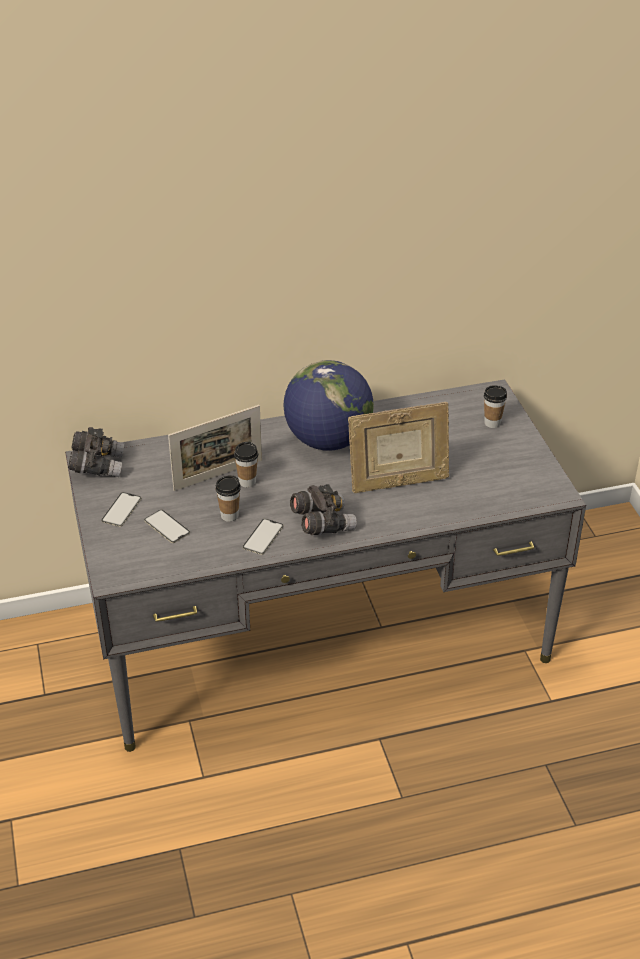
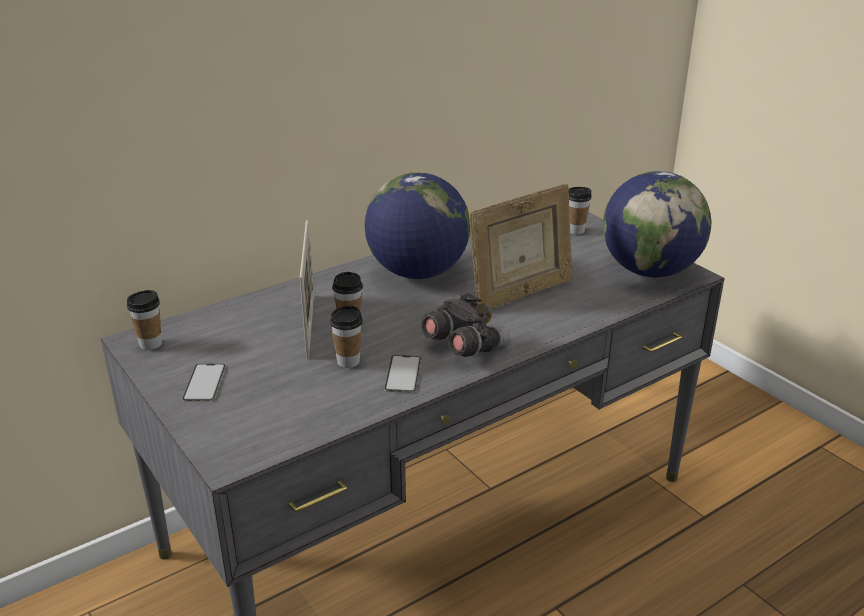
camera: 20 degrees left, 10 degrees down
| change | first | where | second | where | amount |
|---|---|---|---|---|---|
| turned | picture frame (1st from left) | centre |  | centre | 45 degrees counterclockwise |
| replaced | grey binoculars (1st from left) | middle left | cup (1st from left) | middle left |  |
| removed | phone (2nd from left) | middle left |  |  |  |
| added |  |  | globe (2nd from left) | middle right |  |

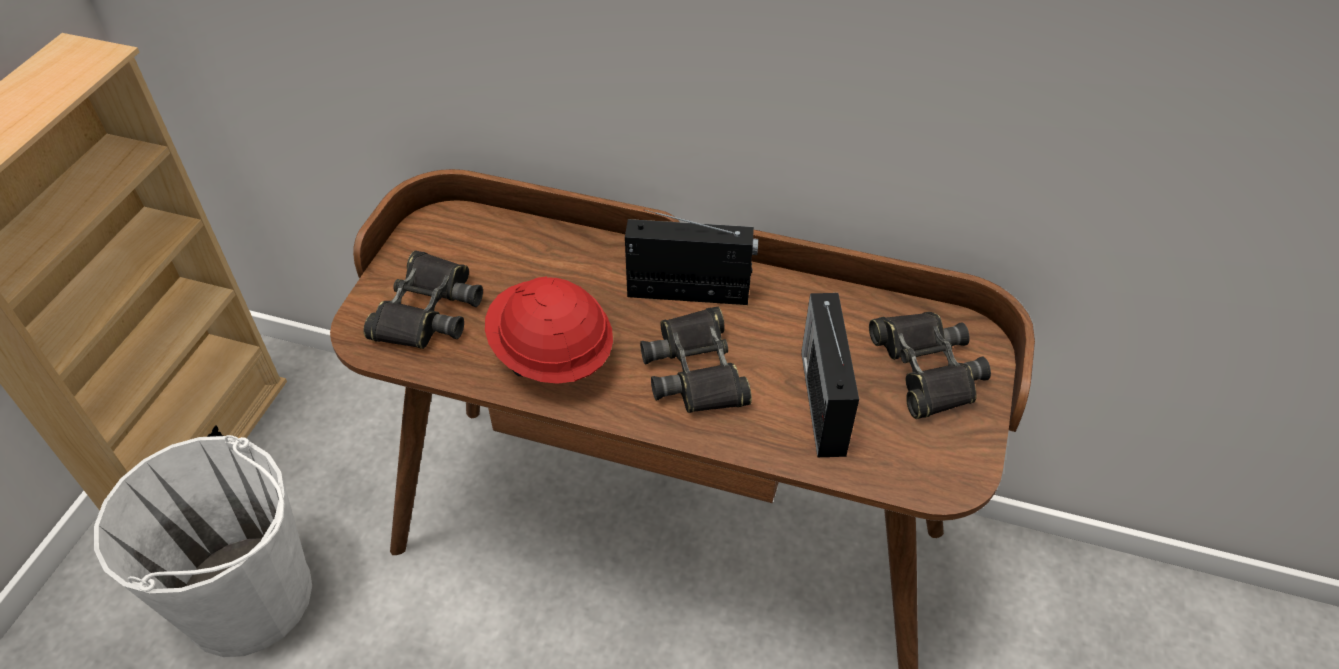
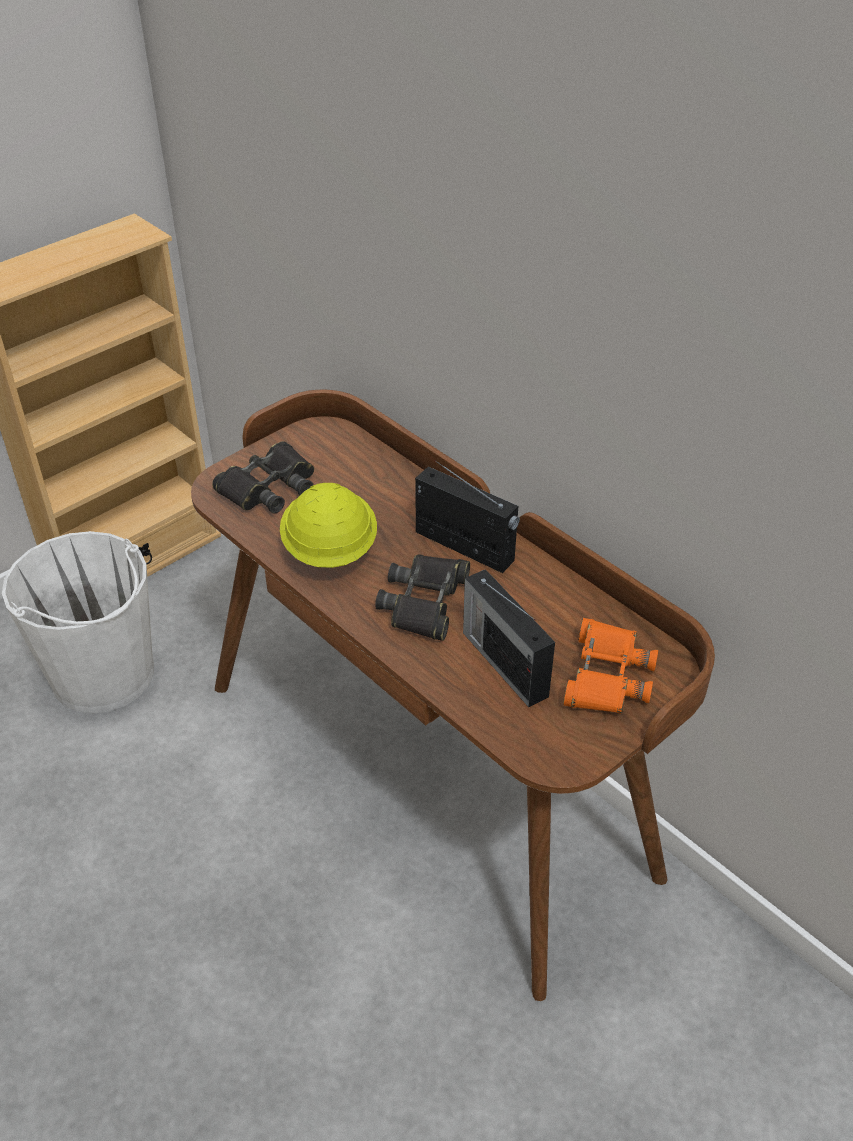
camera: 30 degrees right, 5 degrees down
| change | first | where | second | where | amount |
|---|---|---|---|---|---|
| recoloured | red hard hat | centre | yellow hard hat | centre |  |
| turned | radio (2nd from left) | centre |  | centre | 60 degrees counterclockwise |
| recoloured | black binoculars (3rd from left) | middle right | orange binoculars | middle right |  |

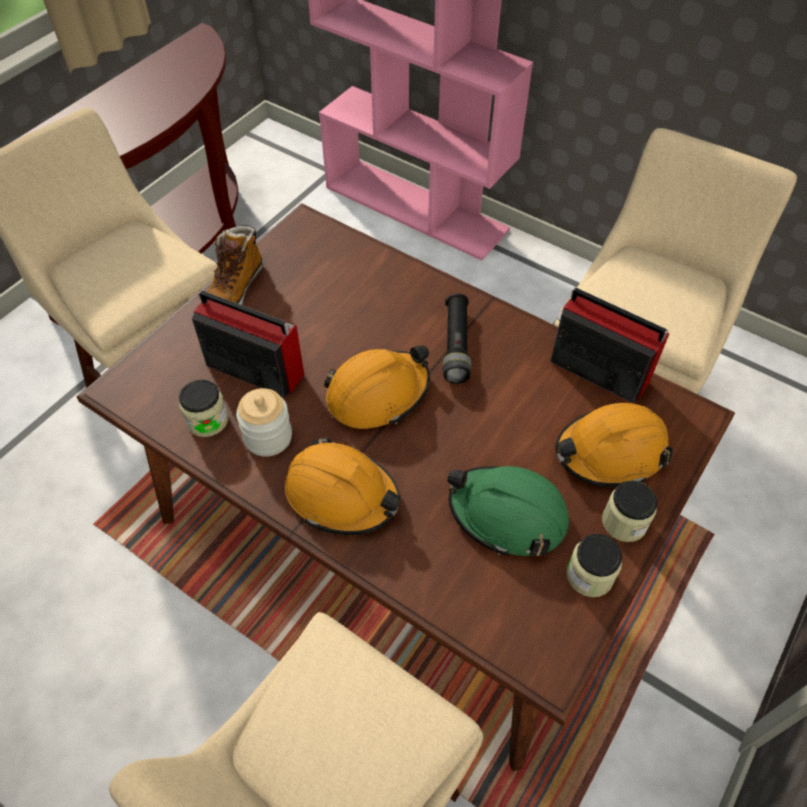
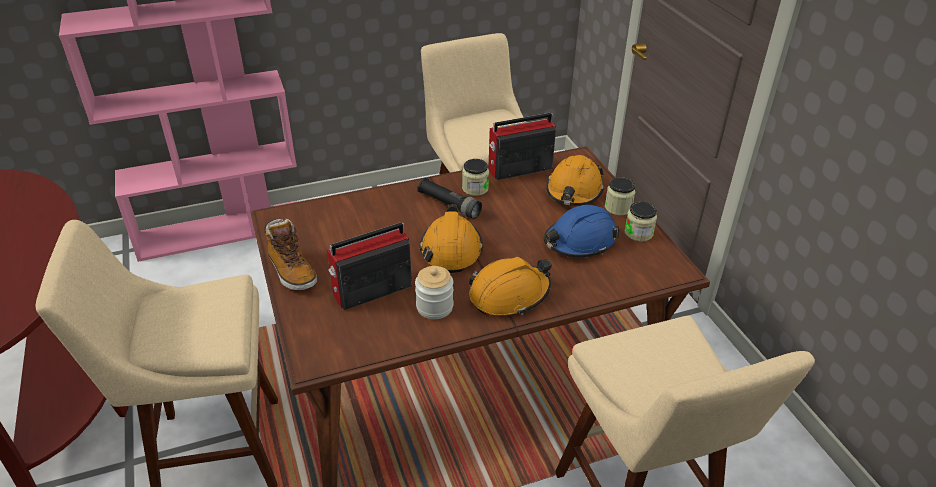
camera: 55 degrees left, 15 degrees down
| change | first | where | second | where | amount |
|---|---|---|---|---|---|
| moved | jar (1st from left in the first image) | middle left | jar (2nd from left) | centre |  |
| recoloured | green hard hat | centre | blue hard hat | centre |  |

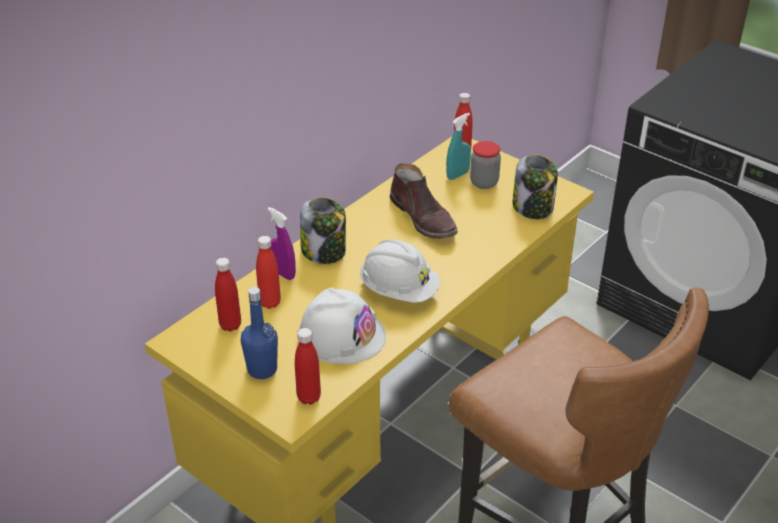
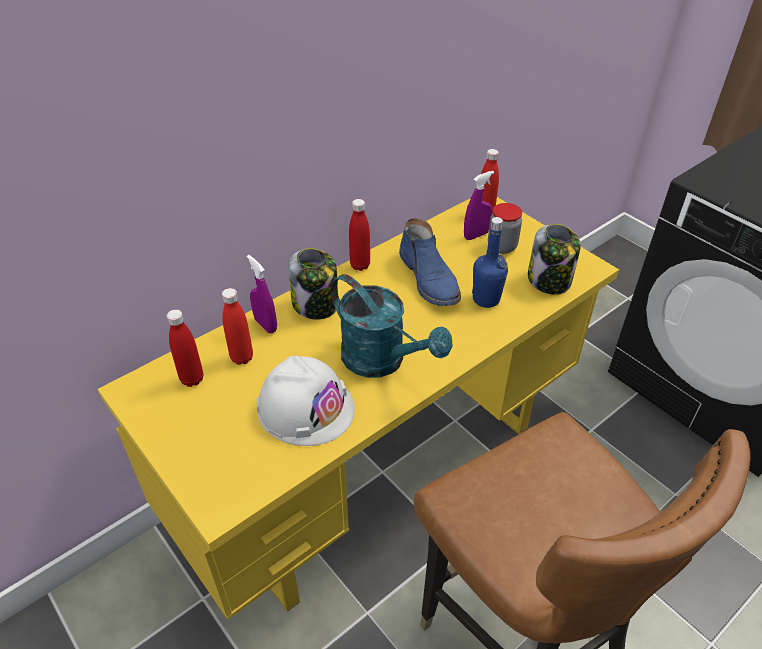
camera: 10 degrees right, 5 degrees up
| change | first | where | second | where | amount |
|---|---|---|---|---|---|
| recoloured | turquoise spray bottle | top centre | purple spray bottle (2nd from left) | top centre |  |
| recoloured | brown boot | centre | blue boot | centre |  |
| replaced | white hard hat (2nd from left) | centre | turquoise watering can | centre |  |
| moved | blue bottle | middle left |  | centre |  |
| moved | red bottle (3rd from left) | bottom centre |  | centre |  |

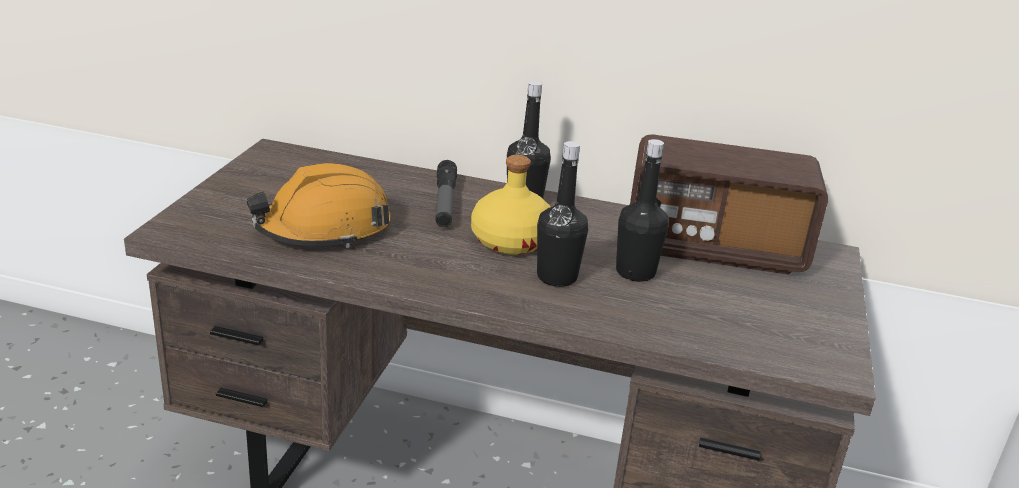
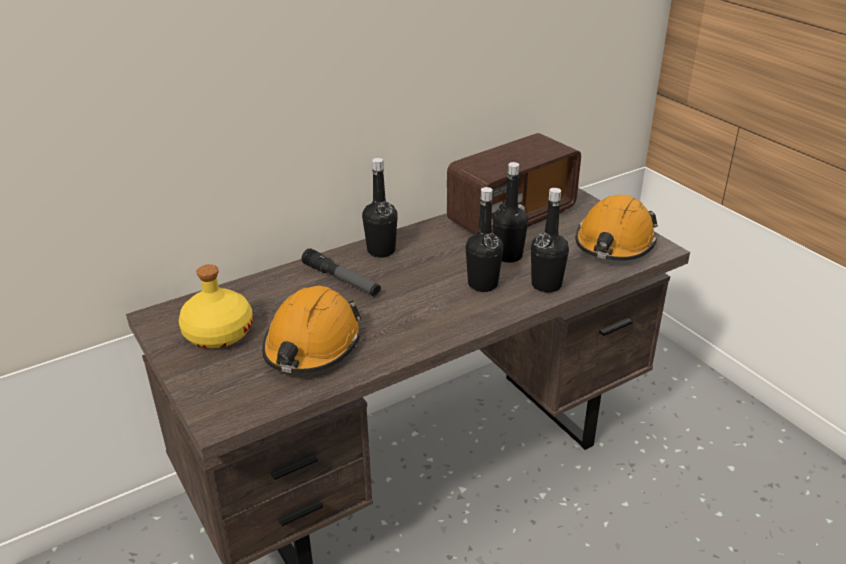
camera: 45 degrees left, 5 degrees up
| change | first | where | second | where | amount |
|---|---|---|---|---|---|
| moved | yellow bottle | centre |  | middle left |  |
| added |  |  | black bottle (4th from left) | centre |  |
| added |  |  | orange hard hat (2nd from left) | middle right |  |

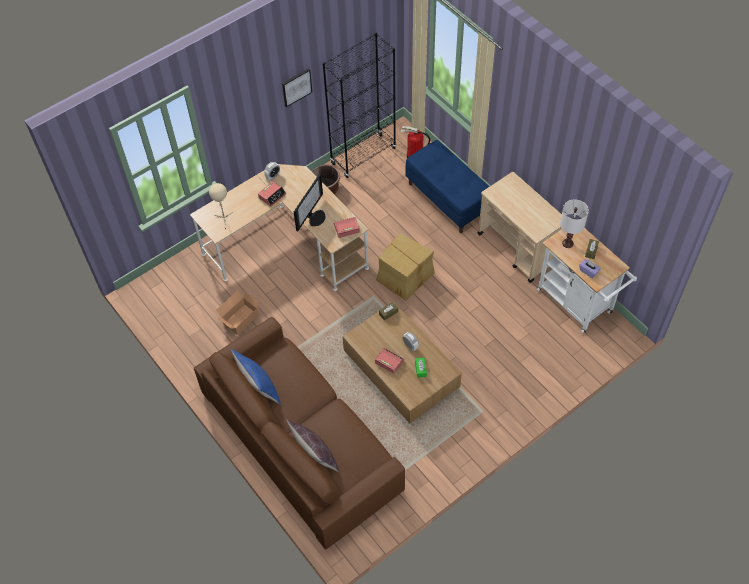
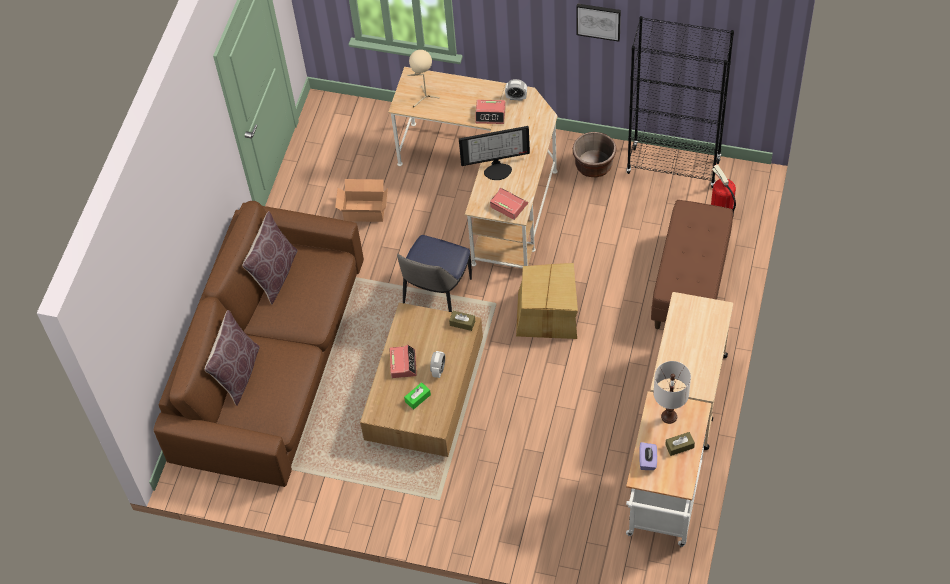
camera: 55 degrees right, 0 degrees up
| change | first | where | second | where | amount |
|---|---|---|---|---|---|
| recoloured | blue bench | top centre | brown bench | middle right |  |
| recoloured | blue pillow | centre | brown pillow (2nd from left) | middle left |  |
| added |  |  | chair | centre |  |

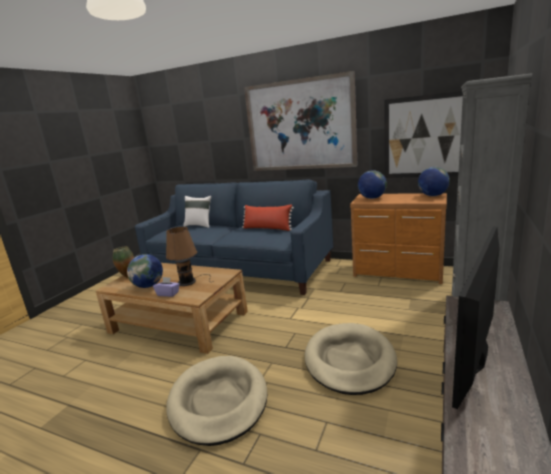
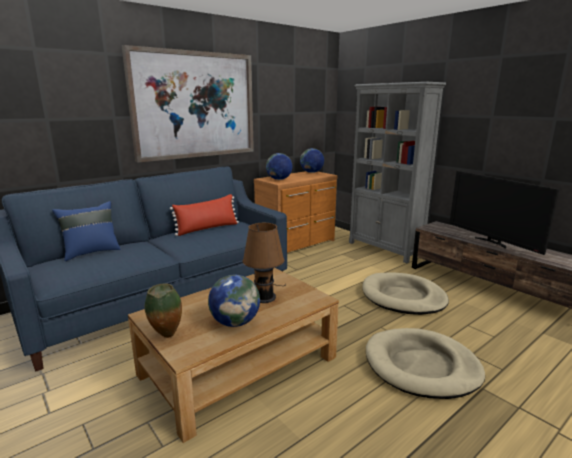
camera: 65 degrees left, 0 degrees up
| change | first | where | second | where | amount |
|---|---|---|---|---|---|
| removed | picture (2nd from left) | top right |  |  |  |
| recoloured | white pillow | centre | blue pillow | middle left |  |
| removed | purple tissue box | middle left |  |  |  |

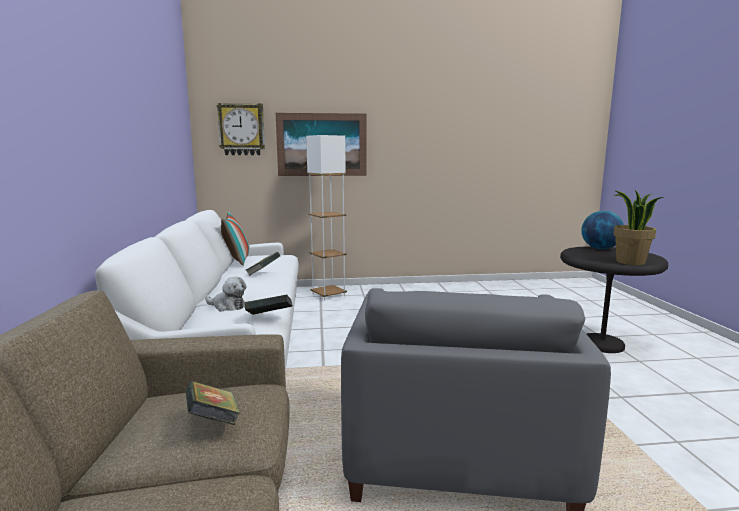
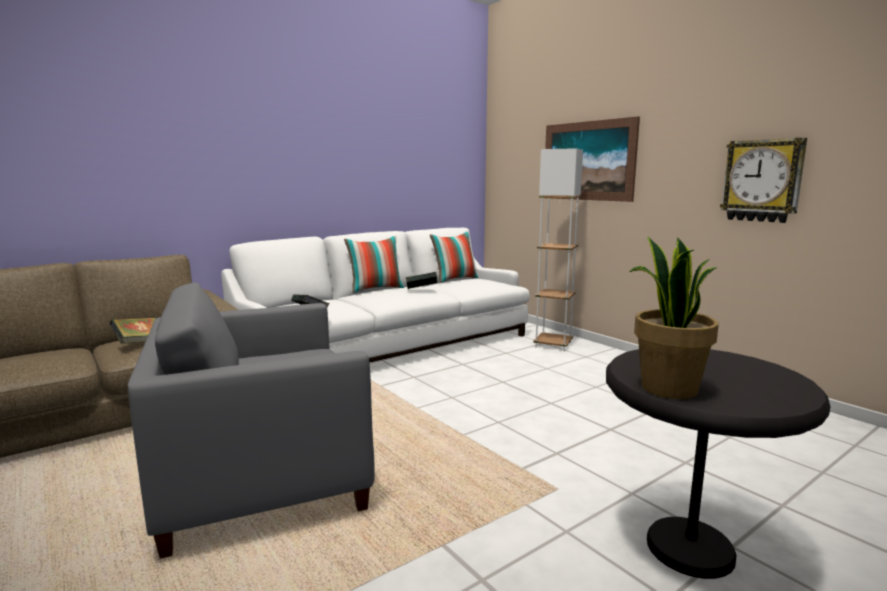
camera: 60 degrees right, 0 degrees up
| change | first | where | second | where | amount |
|---|---|---|---|---|---|
| moved | wall clock | top left |  | top right |  |
| removed | globe | middle right |  |  |  |
| removed | plush toy | middle left |  |  |  |
| added |  |  | pillow (1st from left) | centre |  |

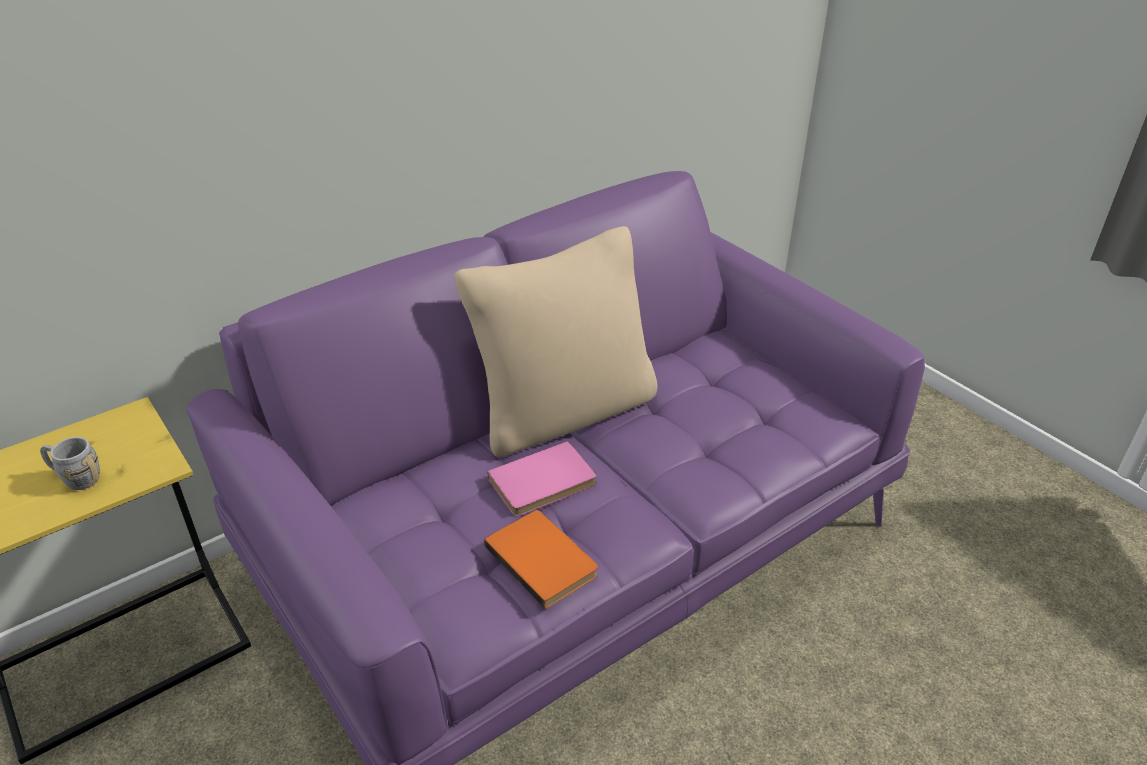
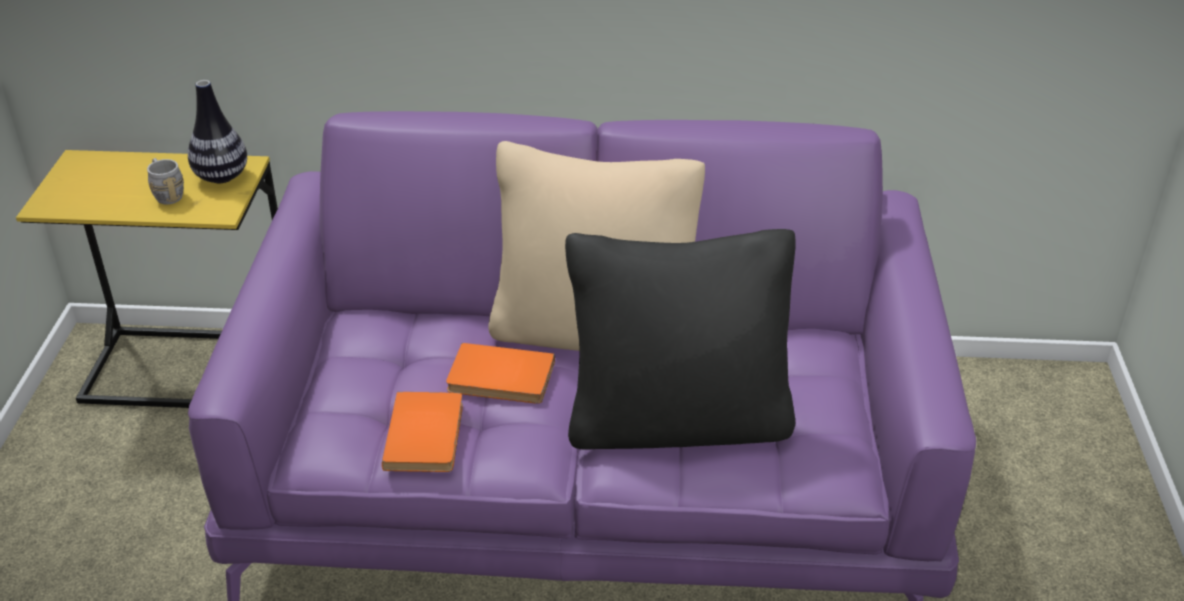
camera: 40 degrees right, 0 degrees up
| change | first | where | second | where | amount |
|---|---|---|---|---|---|
| recoloured | pink book | centre | orange book (2nd from left) | centre |  |
| added |  |  | vase | top left |  |
| added |  |  | black pillow | centre |  |

